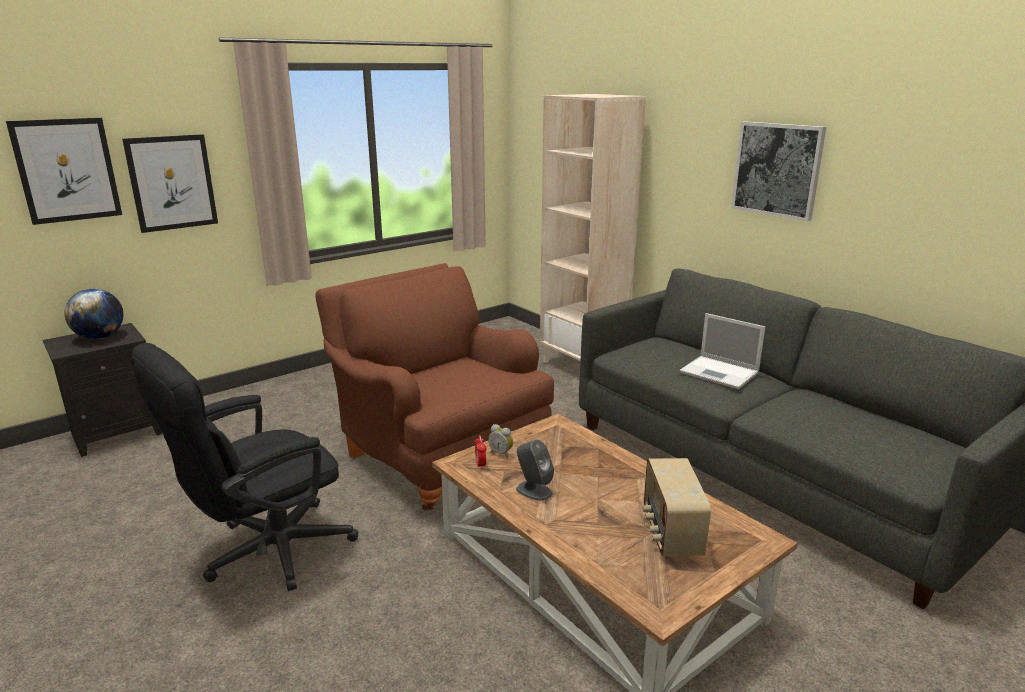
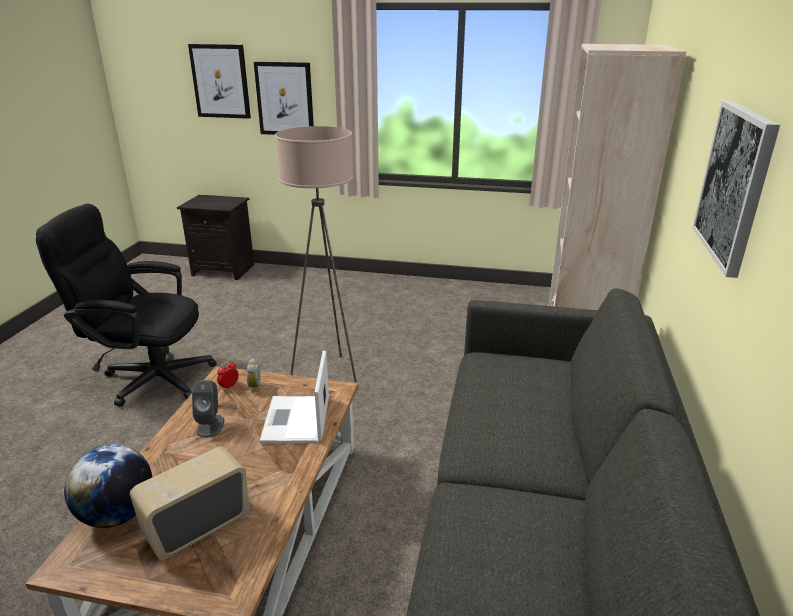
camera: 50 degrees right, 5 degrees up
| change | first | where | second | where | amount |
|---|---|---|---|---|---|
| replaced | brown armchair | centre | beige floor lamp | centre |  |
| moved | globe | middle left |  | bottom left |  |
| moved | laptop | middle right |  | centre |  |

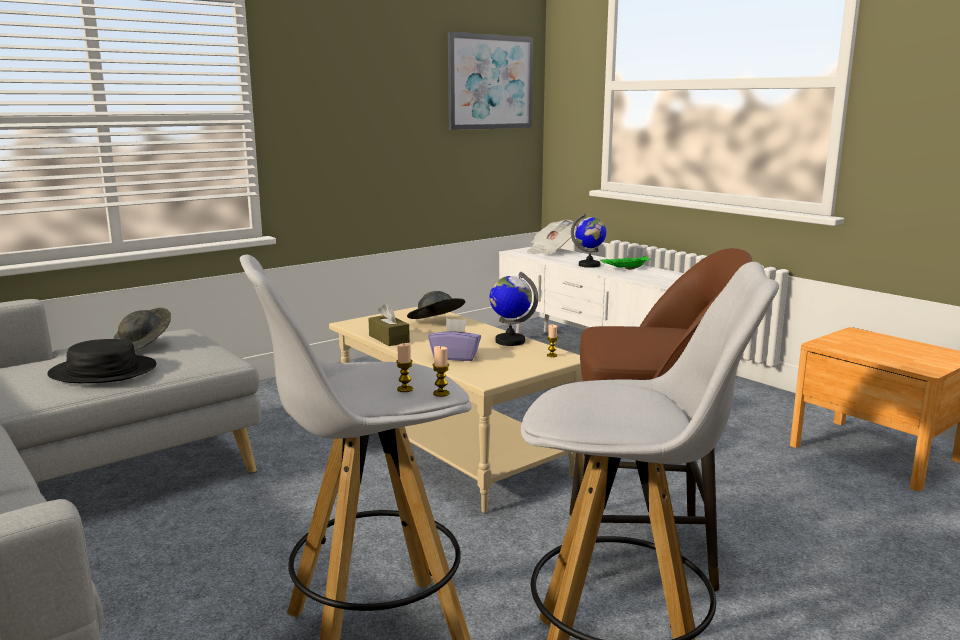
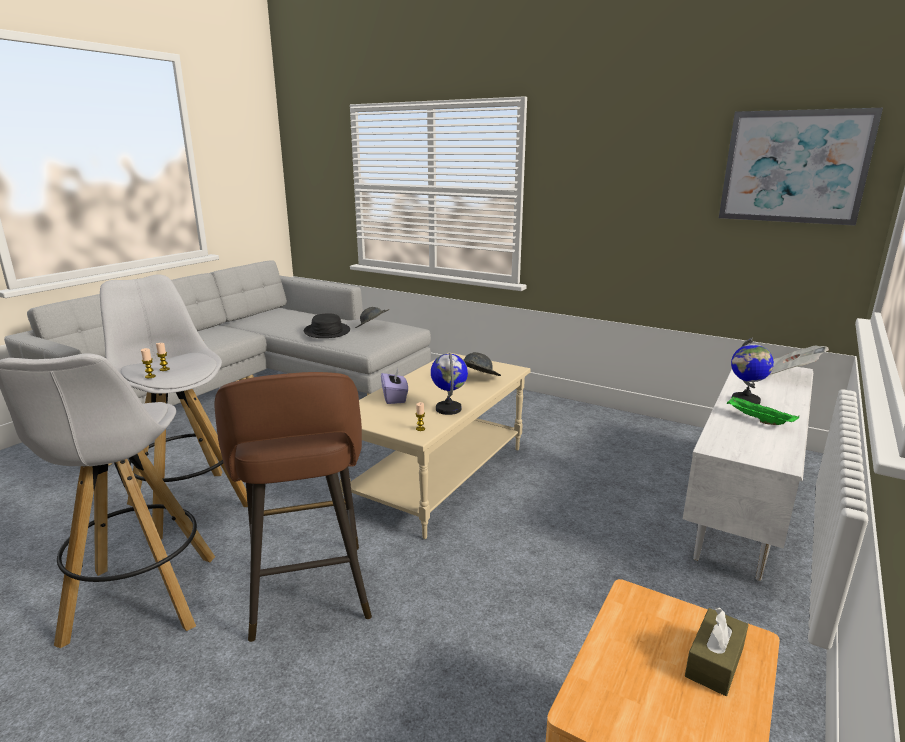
camera: 70 degrees right, 5 degrees up
| change | first | where | second | where | amount |
|---|---|---|---|---|---|
| moved | brown tissue box | centre |  | bottom right |  |

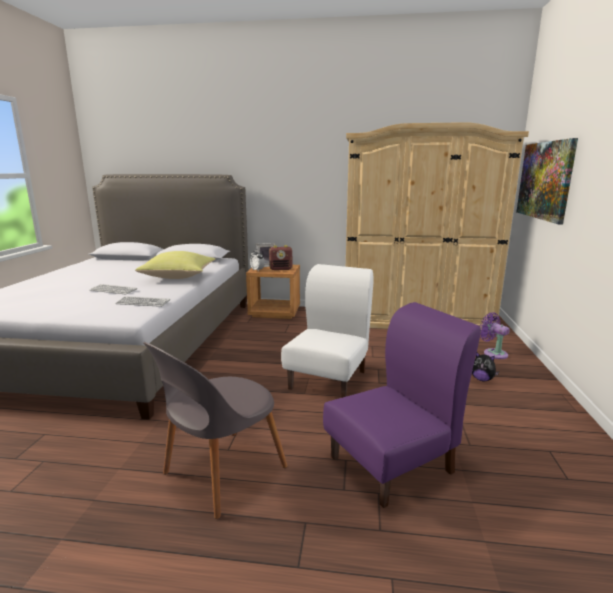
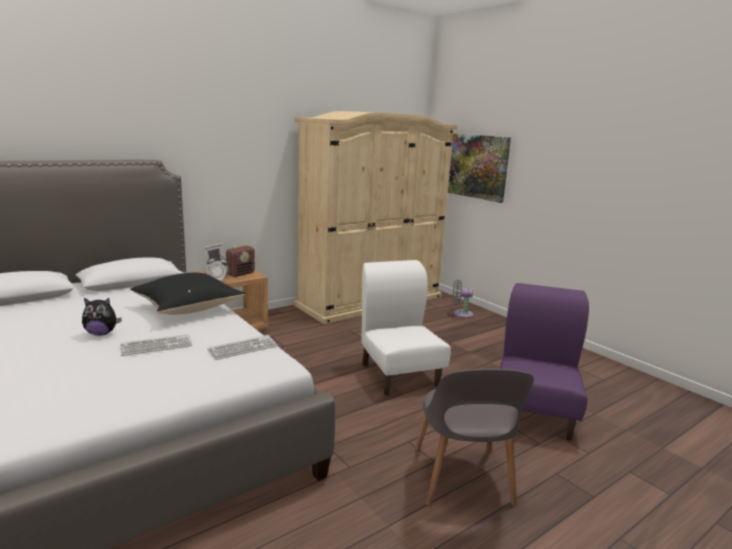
camera: 45 degrees left, 0 degrees up
| change | first | where | second | where | amount |
|---|---|---|---|---|---|
| recoloured | yellow pillow | middle left | black pillow | middle left |  |
| recoloured | purple fan | middle right | grey fan | centre |  |
| moved | plush toy | middle right |  | middle left |  |

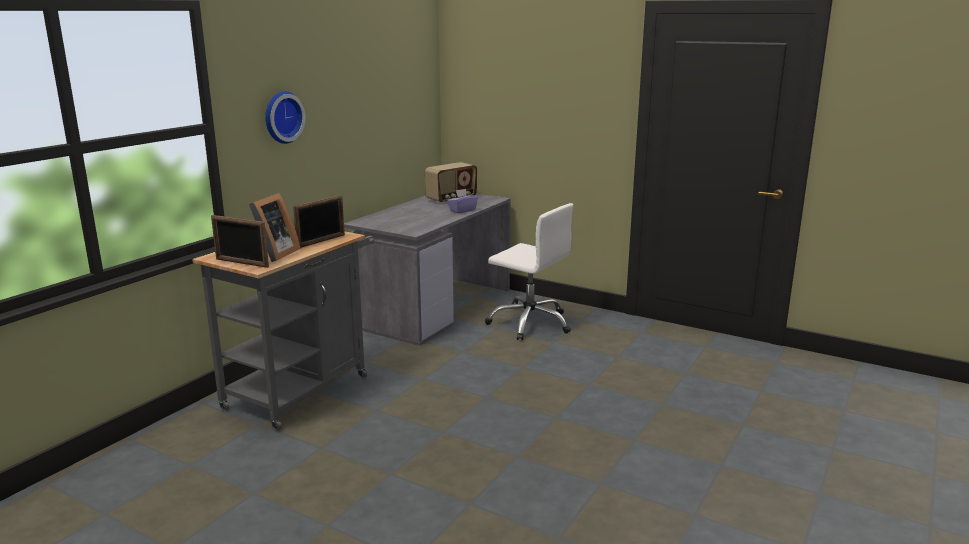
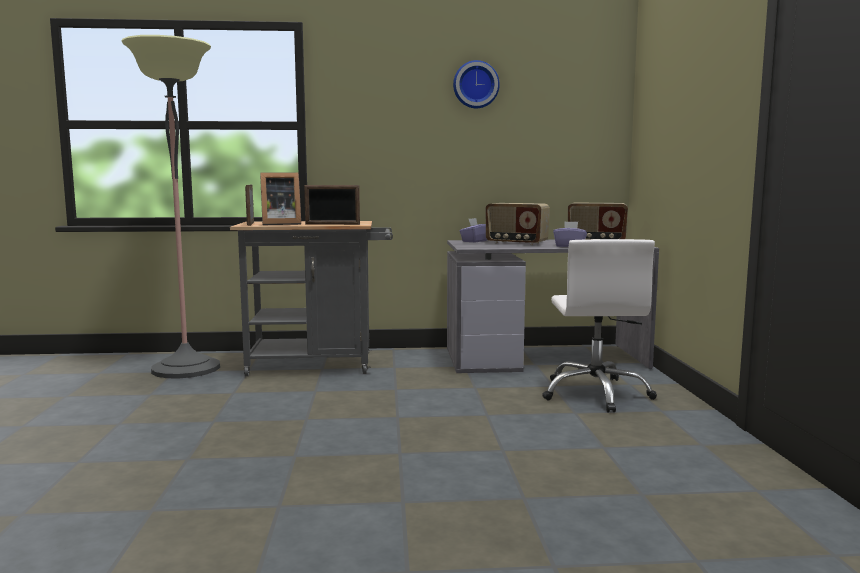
camera: 55 degrees right, 10 degrees down
| change | first | where | second | where | amount |
|---|---|---|---|---|---|
| moved | wall clock | top left |  | top centre |  |
| added |  |  | floor lamp | middle left |  |
| added |  |  | radio (1st from left) | centre |  |
| added |  |  | purple tissue box (1st from left) | centre |  |

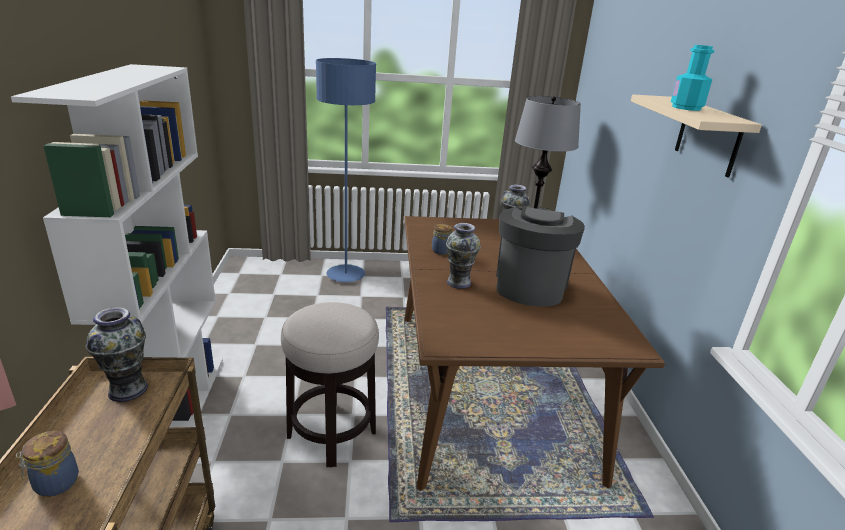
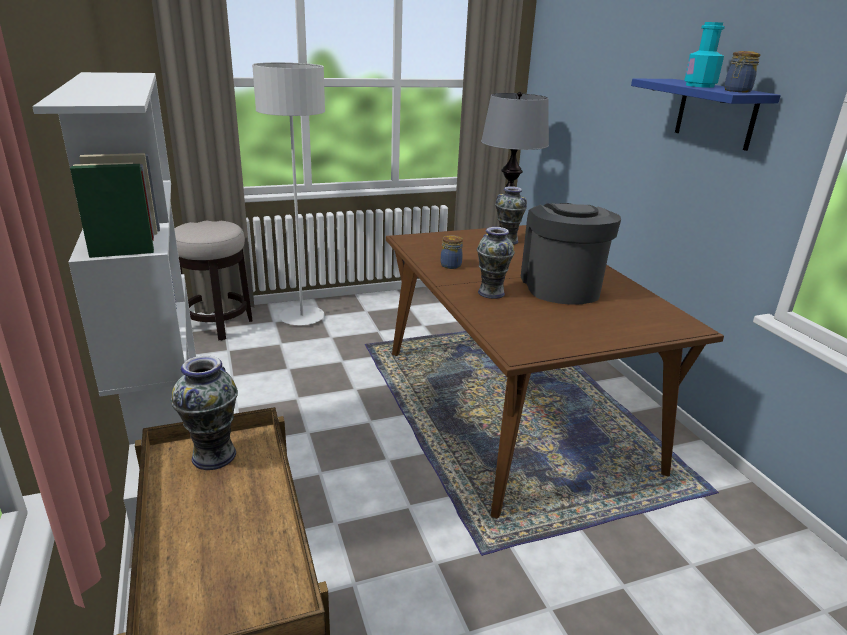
camera: 15 degrees left, 0 degrees up
| change | first | where | second | where | amount |
|---|---|---|---|---|---|
| recoloured | blue floor lamp | top centre | grey floor lamp (1st from left) | top centre |  |
| recoloured | beige shelf | top right | blue shelf | top right |  |
| moved | stool | bottom centre |  | middle left |  |
| moved | jar (1st from left in the first image) | bottom left | jar (2nd from left) | top right |  |

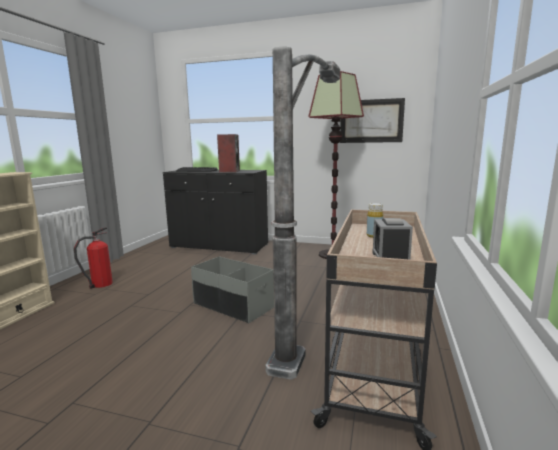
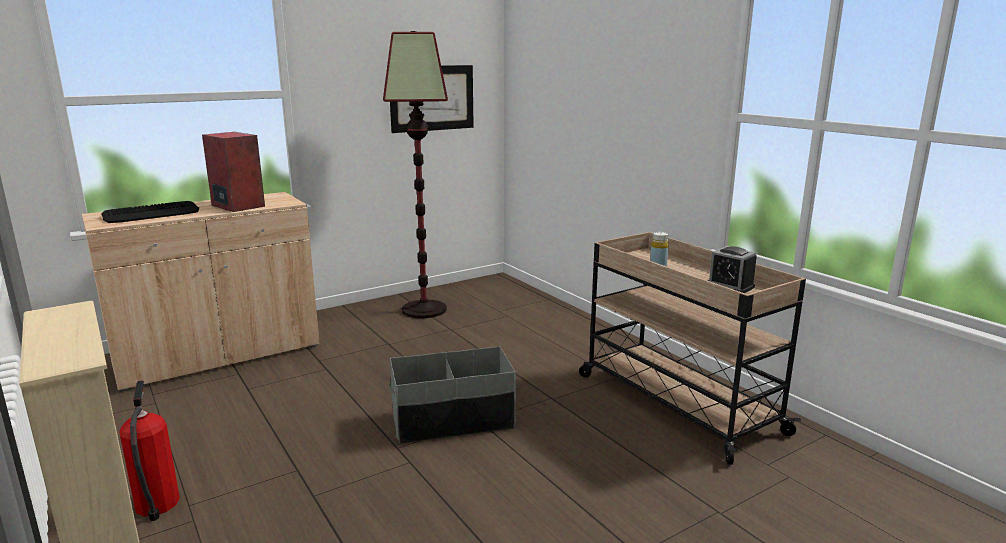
camera: 50 degrees left, 5 degrees up
| change | first | where | second | where | amount |
|---|---|---|---|---|---|
| removed | floor lamp (1st from left) | centre |  |  |  |
| recoloured | black cabinet | centre | beige cabinet | middle left |  |

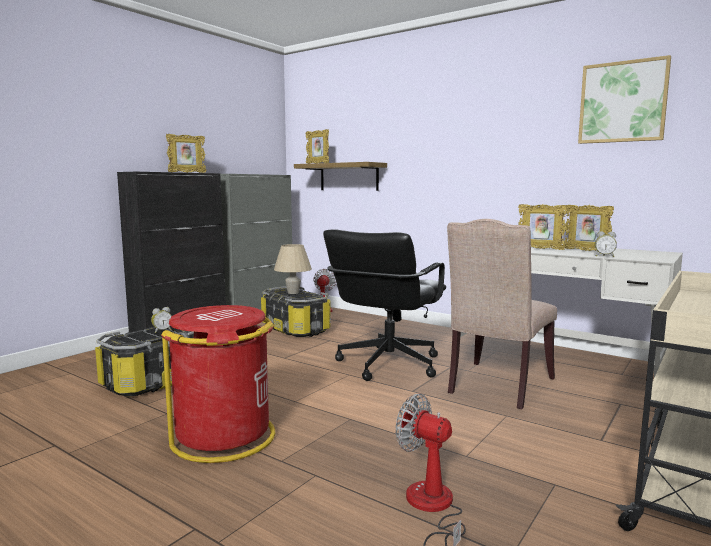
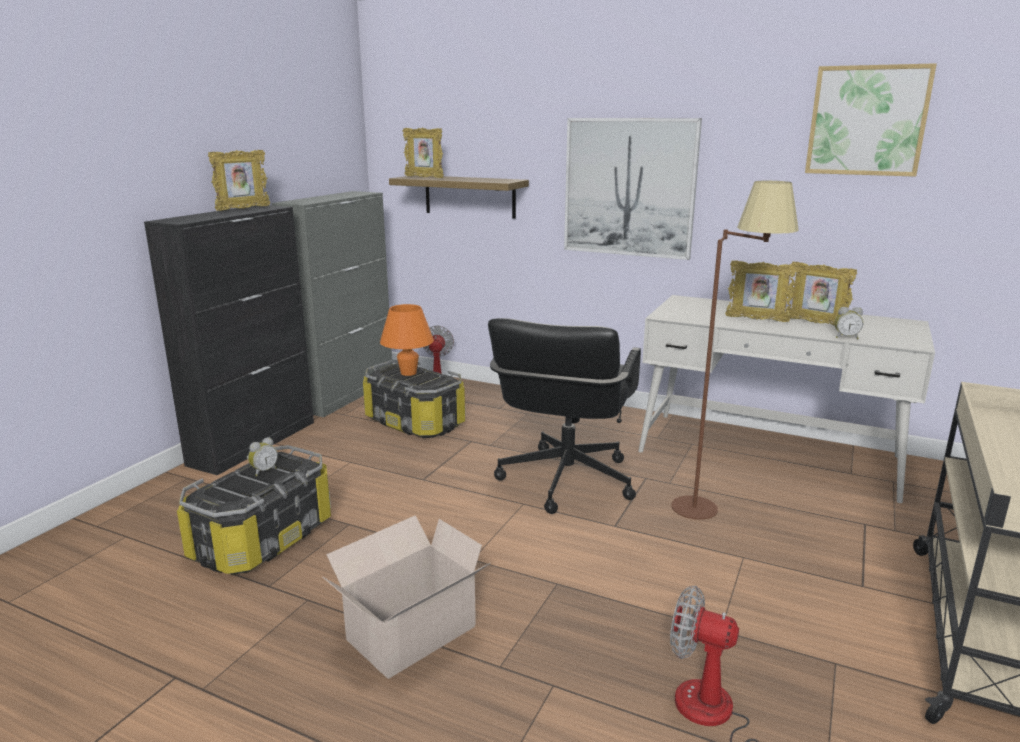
camera: 10 degrees left, 10 degrees up
| change | first | where | second | where | amount |
|---|---|---|---|---|---|
| replaced | beige chair | middle right | brown floor lamp | middle right |  |
| recoloured | beige table lamp | centre | orange table lamp | centre |  |
| replaced | red trash can | bottom left | cardboard box | bottom centre |  |
| added |  |  | picture (1st from left) | top centre |  |

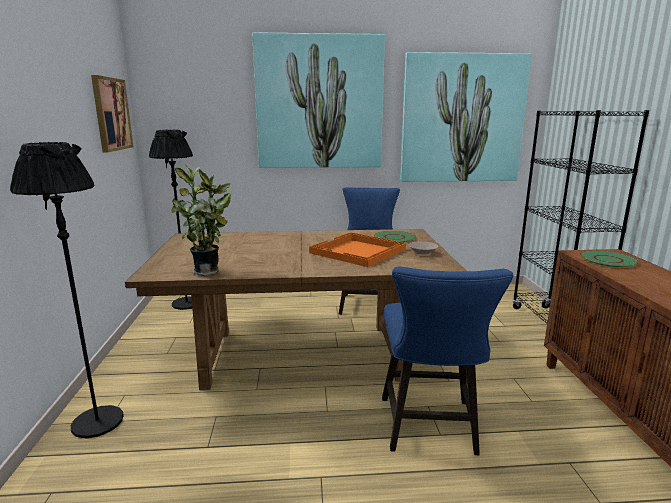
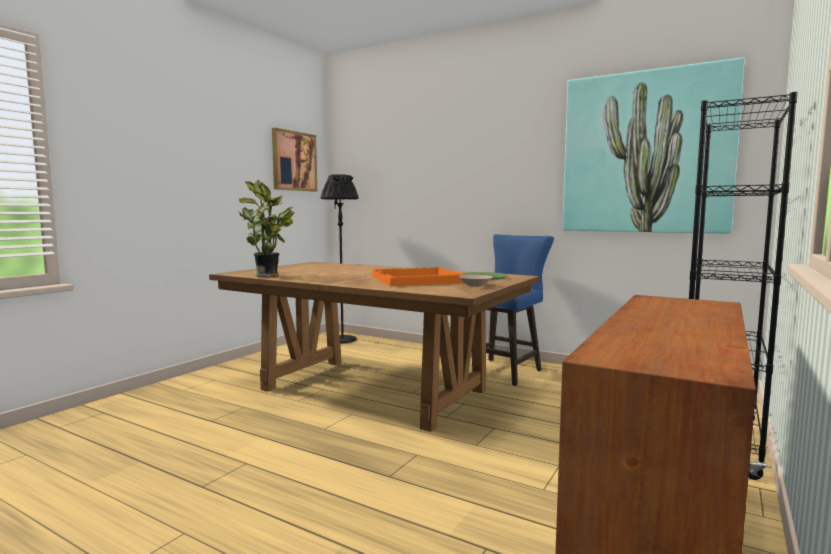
camera: 35 degrees right, 10 degrees down
| change | first | where | second | where | amount |
|---|---|---|---|---|---|
| removed | picture (2nd from left) | top centre |  |  |  |
| removed | black floor lamp (1st from left) | middle left |  |  |  |
| removed | green plate (2nd from left) | middle right |  |  |  |
| removed | blue stool (2nd from left) | bottom centre |  |  |  |

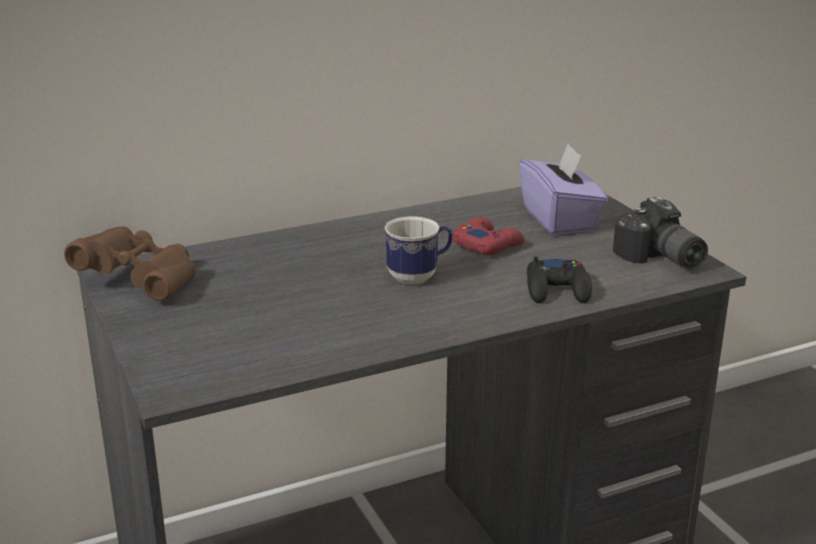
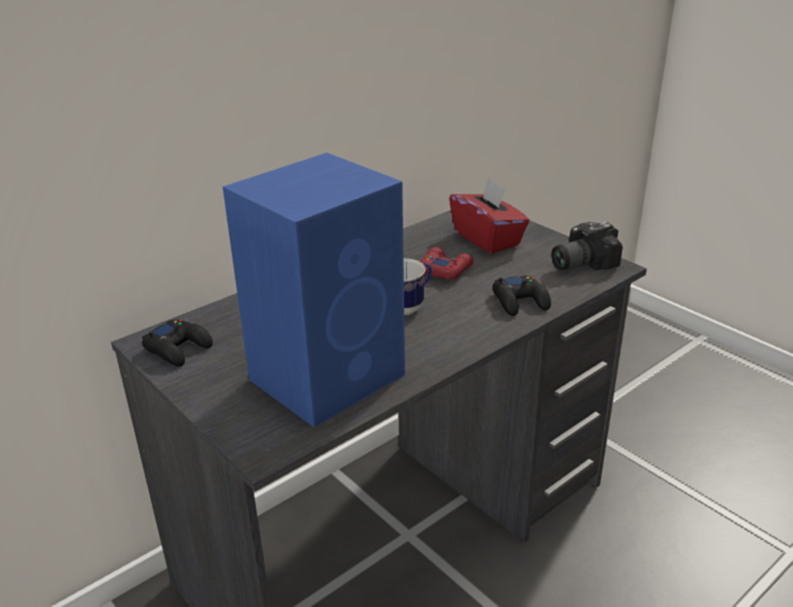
camera: 15 degrees left, 5 degrees up
| change | first | where | second | where | amount |
|---|---|---|---|---|---|
| recoloured | purple tissue box | middle right | red tissue box | centre |  |
| turned | photo camera | middle right |  | middle right | 105 degrees clockwise |
| replaced | brown binoculars | middle left | black game controller (1st from left) | middle left |  |
| added |  |  | blue speaker | centre |  |

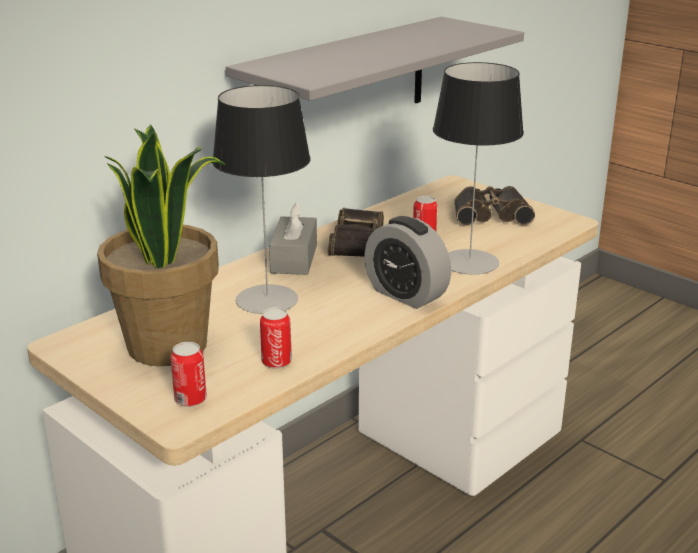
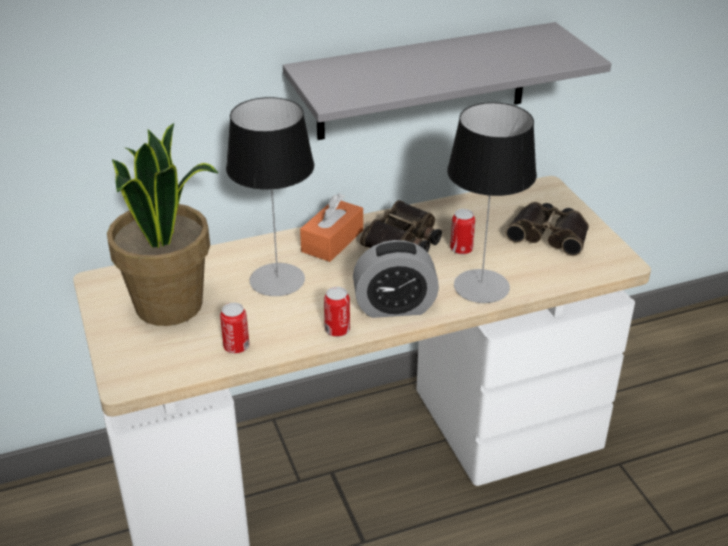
camera: 25 degrees right, 10 degrees up
| change | first | where | second | where | amount |
|---|---|---|---|---|---|
| recoloured | grey tissue box | centre | orange tissue box | centre |  |
| turned | alarm clock | centre |  | centre | 75 degrees counterclockwise |
| moved | can (1st from left in the first image) | bottom left | can (2nd from left) | centre |  |

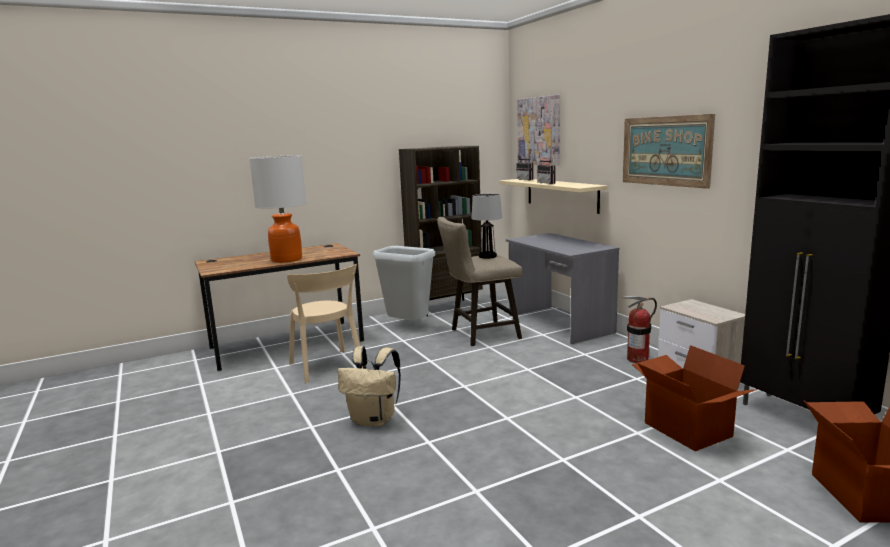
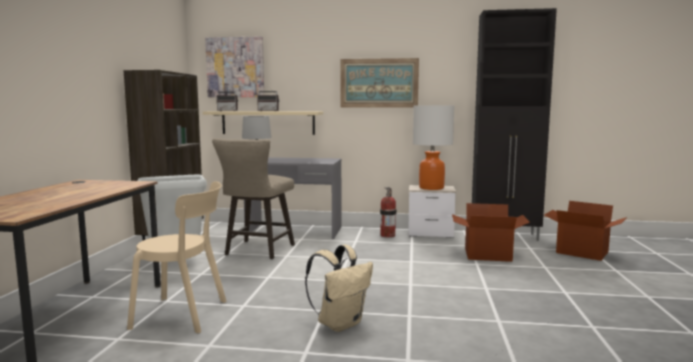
camera: 55 degrees left, 5 degrees down
| change | first | where | second | where | amount |
|---|---|---|---|---|---|
| moved | table lamp (1st from left in the first image) | middle left | table lamp (2nd from left) | centre |  |

